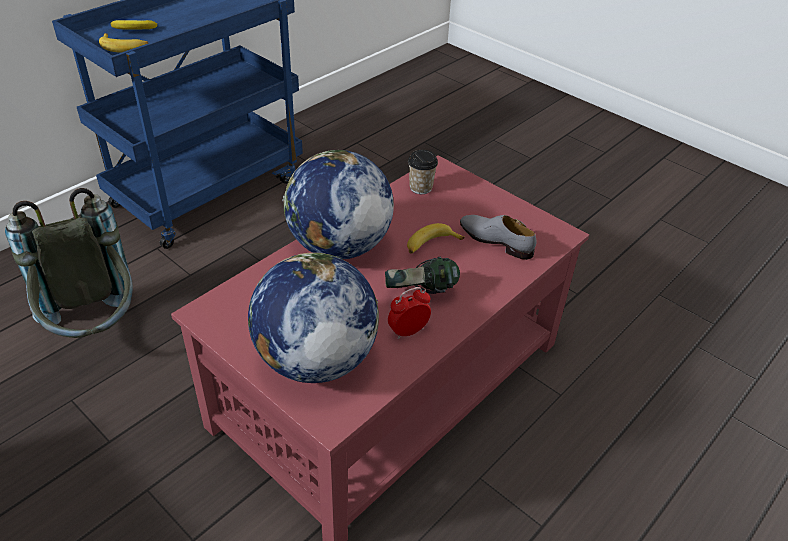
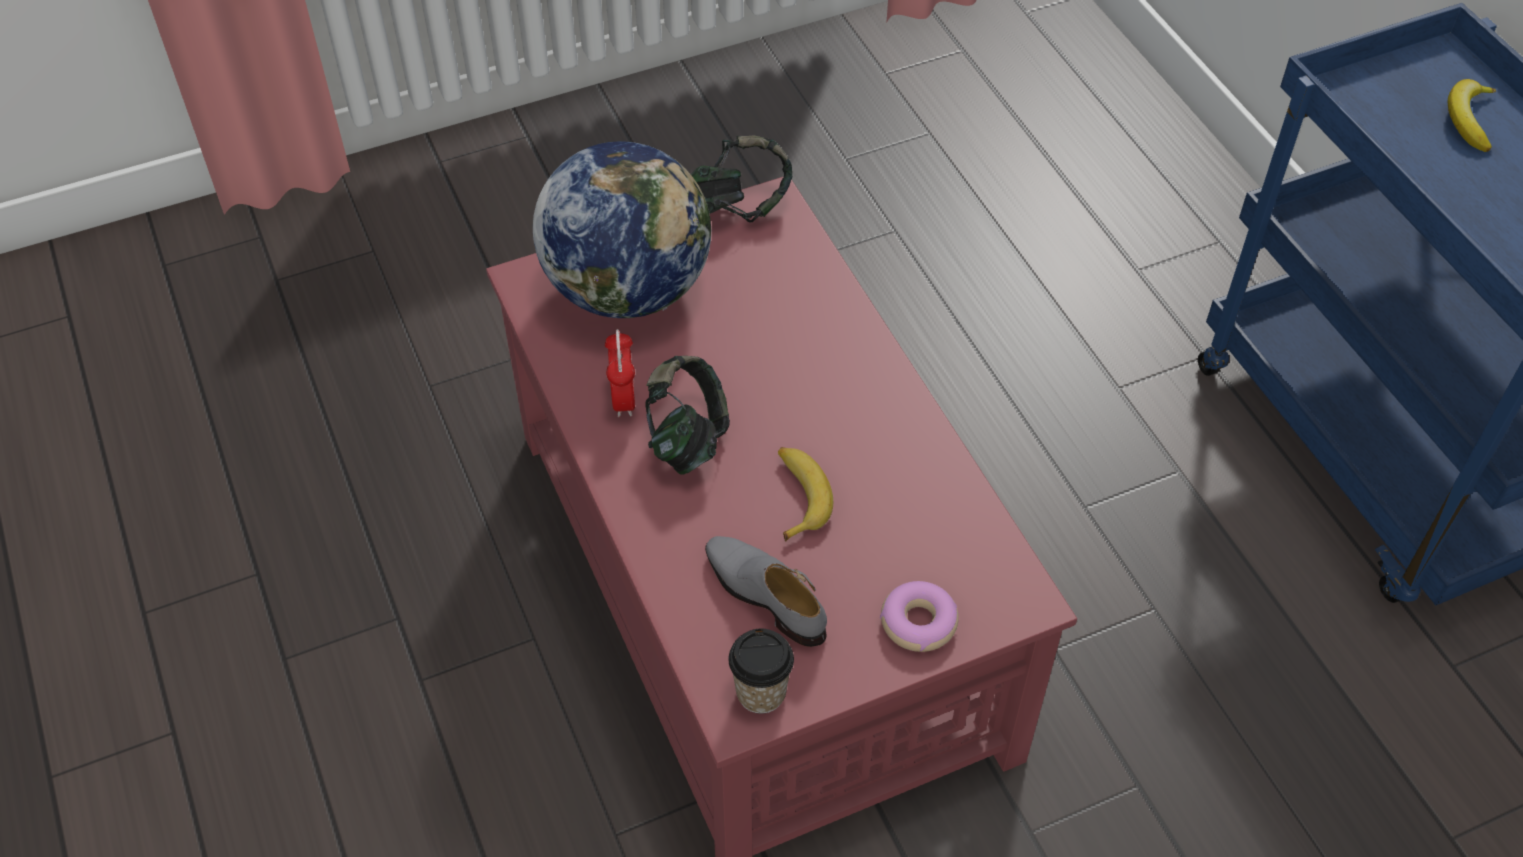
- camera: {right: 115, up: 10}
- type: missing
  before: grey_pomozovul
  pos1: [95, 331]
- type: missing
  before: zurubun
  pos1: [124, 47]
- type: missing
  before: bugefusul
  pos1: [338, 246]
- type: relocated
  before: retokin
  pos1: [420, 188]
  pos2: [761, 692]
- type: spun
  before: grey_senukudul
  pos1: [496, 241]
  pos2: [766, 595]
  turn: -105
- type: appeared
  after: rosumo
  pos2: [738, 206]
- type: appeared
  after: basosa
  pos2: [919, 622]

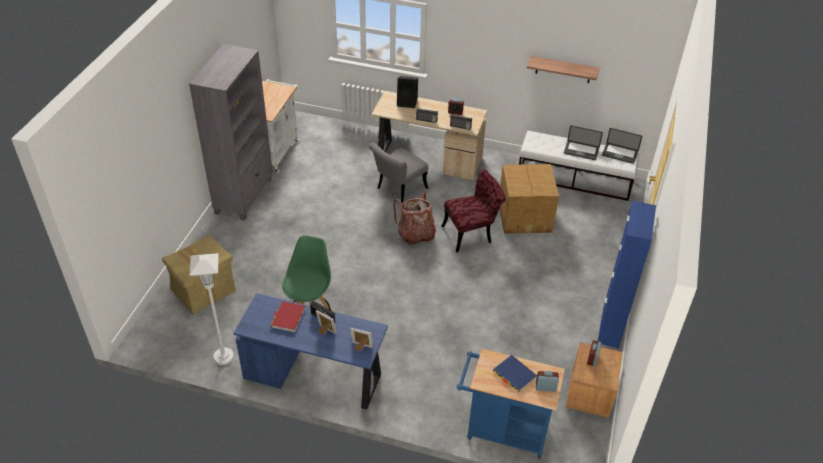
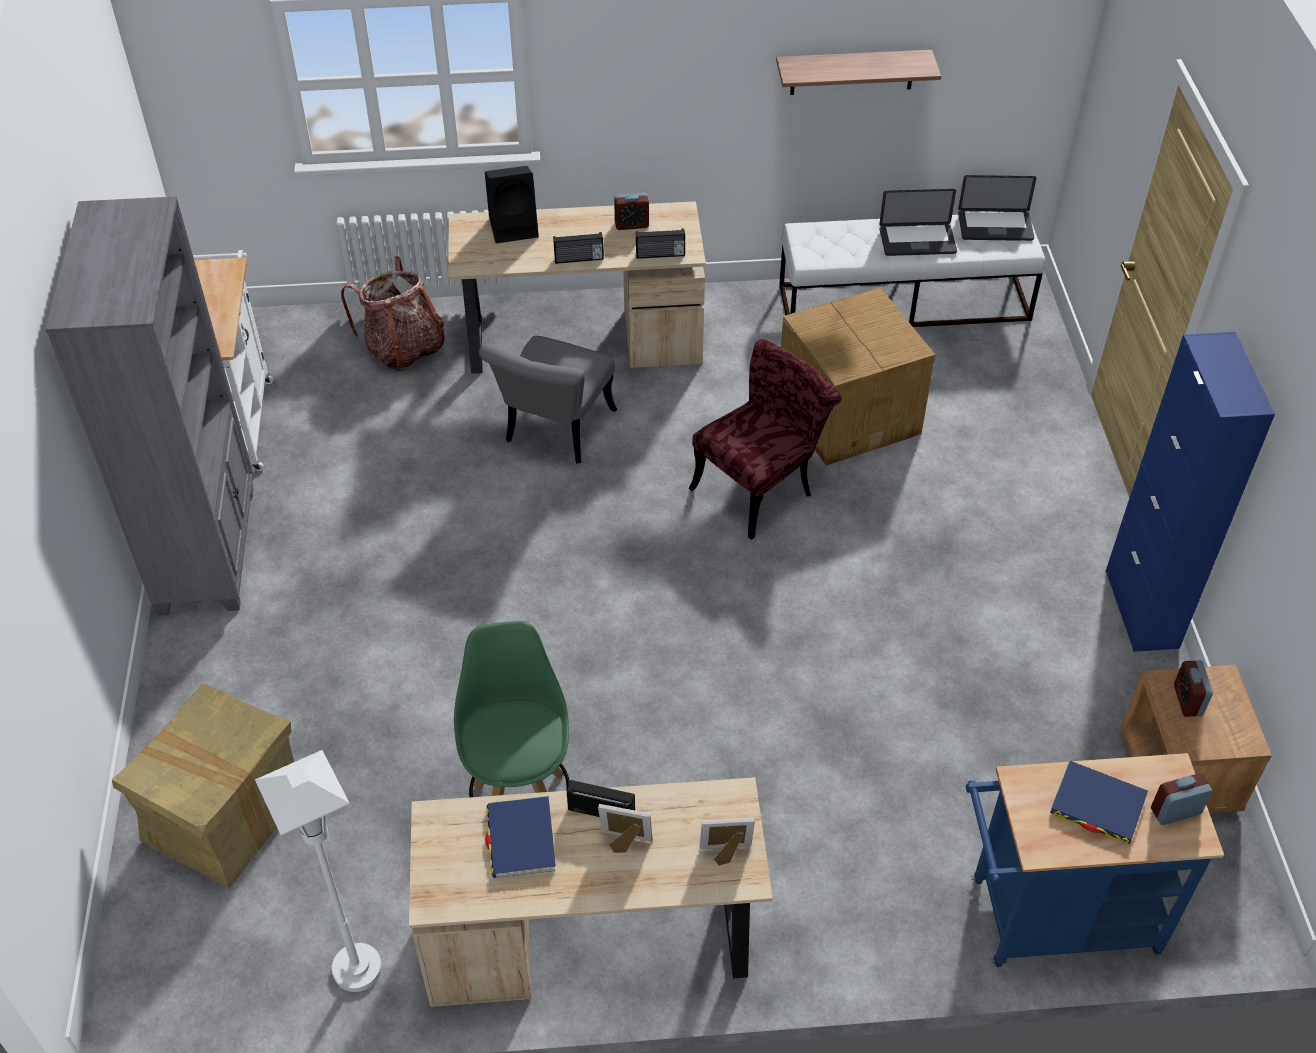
- camera: {right: -20, up: 5}
- type: colour
  before: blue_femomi
  after: beige_femomi
  pos1: [315, 376]
  pos2: [593, 939]
- type: colour
  before: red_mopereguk
  after: blue_mopereguk
  pos1: [288, 318]
  pos2: [521, 839]
- type: relocated
  before: pomozovul
  pos1: [415, 234]
  pos2: [403, 349]

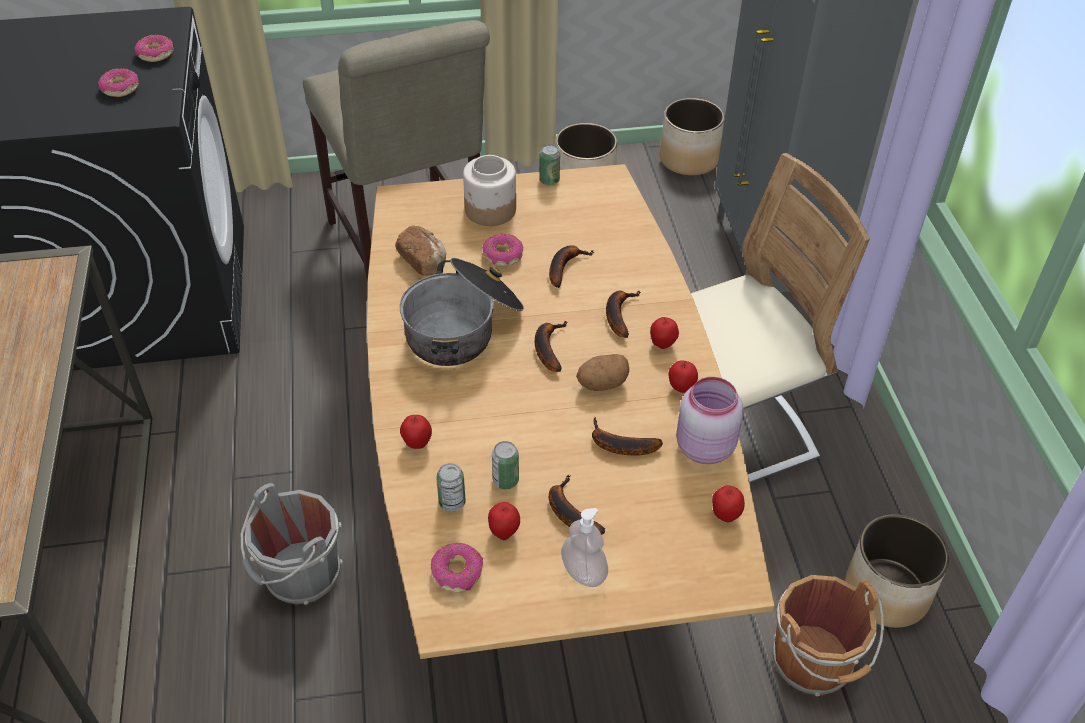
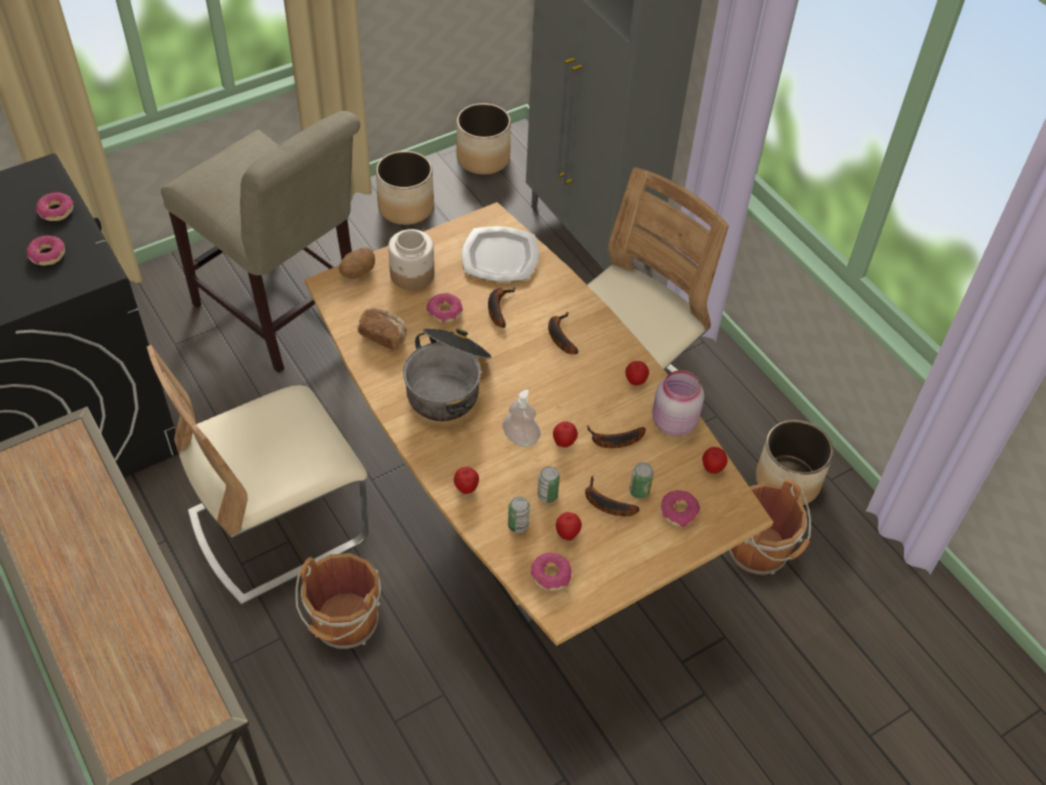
- camera: {right: -25, up: 5}
- type: colour
  before: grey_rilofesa
  after: brown_rilofesa
  pos1: [300, 576]
  pos2: [344, 624]
- type: missing
  before: zurubun
  pos1: [547, 348]
- type: relocated
  before: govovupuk
  pos1: [549, 180]
  pos2: [639, 491]
- type: relocated
  before: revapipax
  pos1: [583, 572]
  pos2: [520, 438]
- type: relocated
  before: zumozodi
  pos1: [601, 384]
  pos2: [357, 272]
- type: relocated
  before: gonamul
  pos1: [662, 345]
  pos2: [564, 443]
- type: appeared
  after: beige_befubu
  pos2: [278, 526]
- type: appeared
  after: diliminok
  pos2: [501, 257]
- type: appeared
  after: basosa
  pos2: [679, 512]

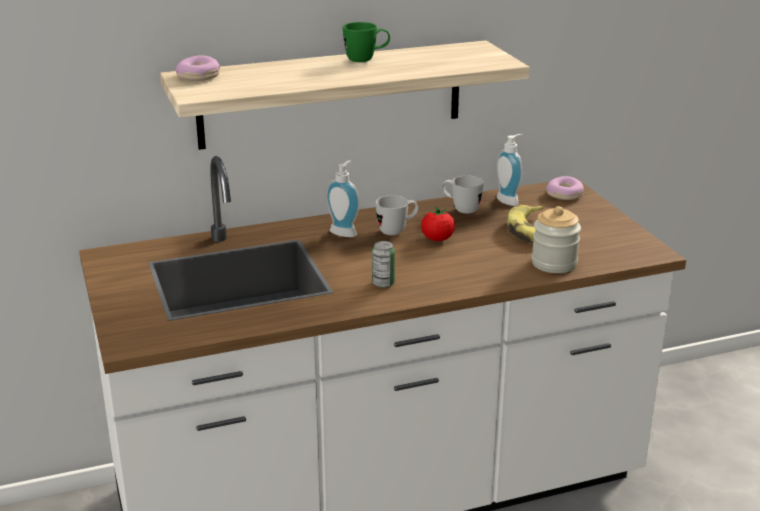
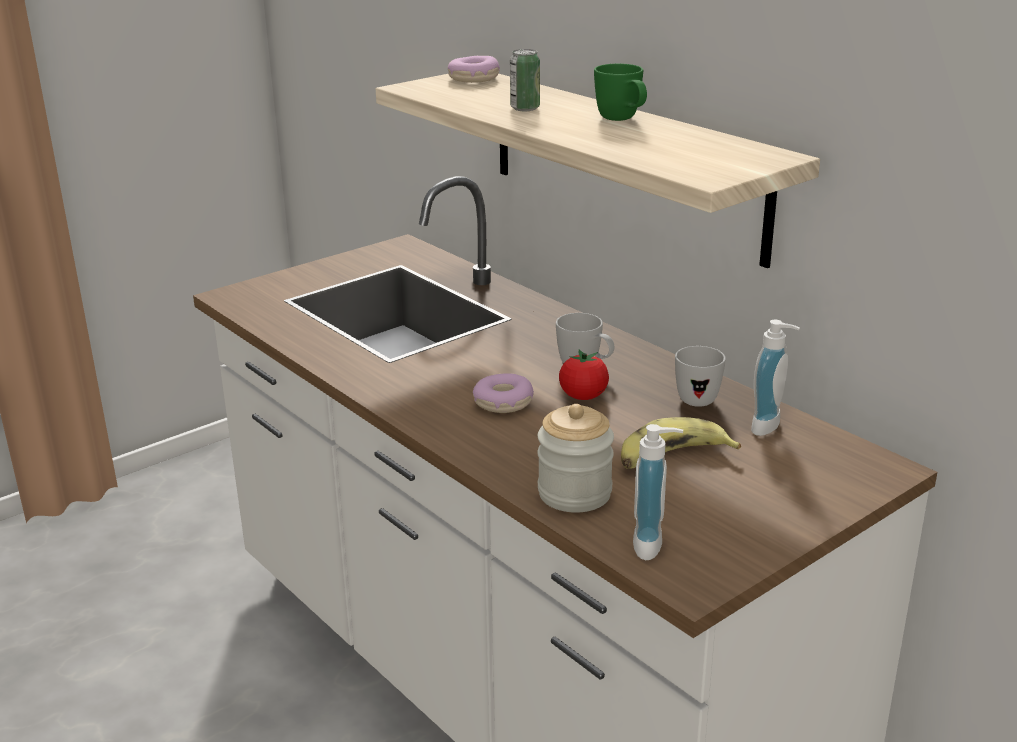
- camera: {right: 70, up: 0}
- type: relocated
  before: revapipax
  pos1: [345, 231]
  pos2: [654, 545]
- type: relocated
  before: govovupuk
  pos1: [383, 283]
  pos2: [525, 108]
- type: relocated
  before: basosa
  pos1: [565, 195]
  pos2: [503, 403]

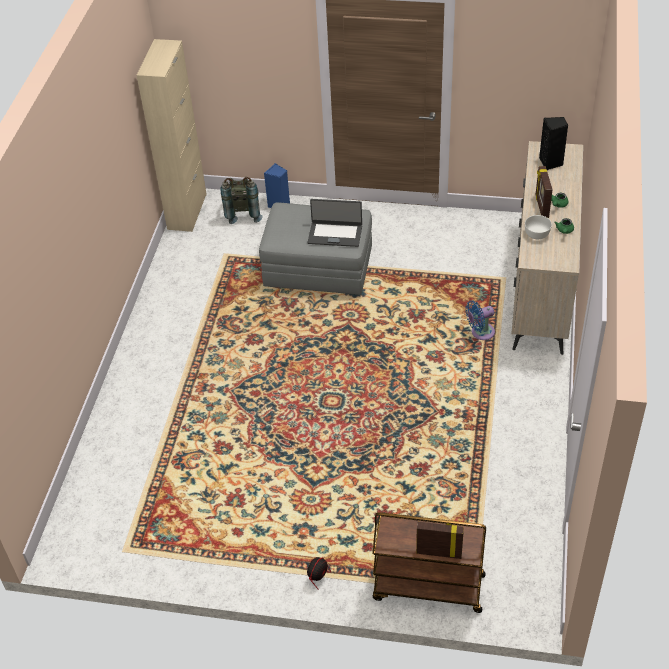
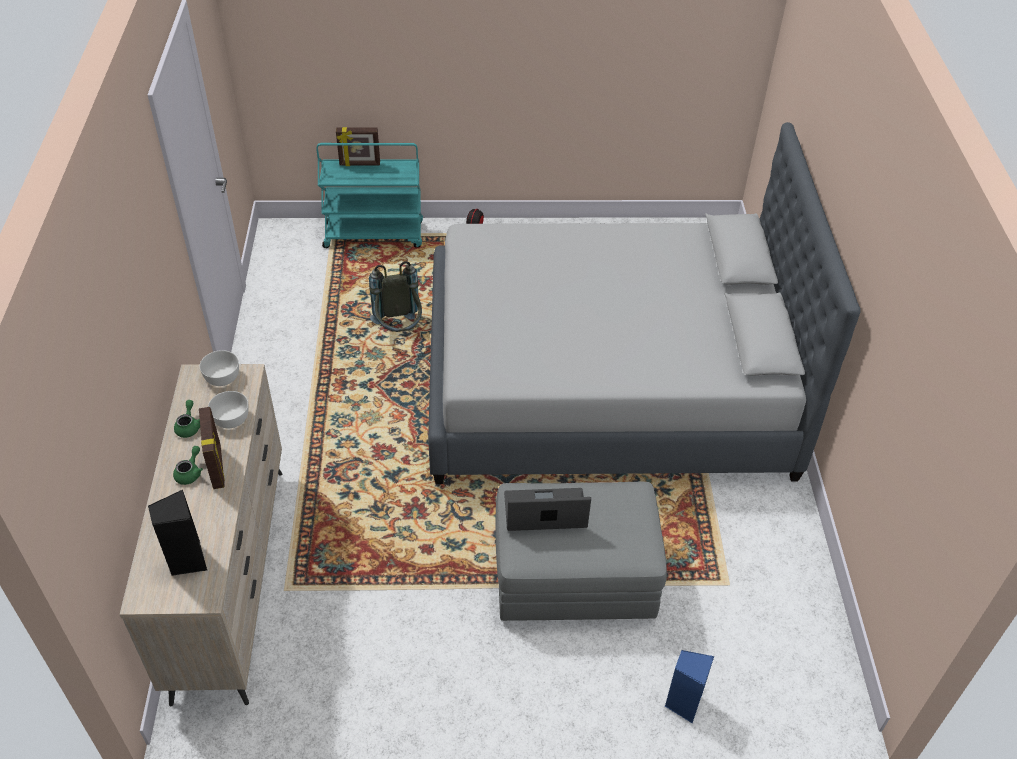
- camera: {right: 165, up: 0}
- type: missing
  before: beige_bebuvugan
  pos1: [187, 211]
- type: relocated
  before: grey_pomozovul
  pos1: [243, 212]
  pos2: [399, 330]
- type: colour
  before: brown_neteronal
  after: turquoise_neteronal
  pos1: [427, 588]
  pos2: [374, 235]
- type: missing
  before: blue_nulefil
  pos1: [480, 332]
- type: appeared
  after: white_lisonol
  pos2: [222, 377]
- type: appeared
  after: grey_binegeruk
  pos2: [606, 383]

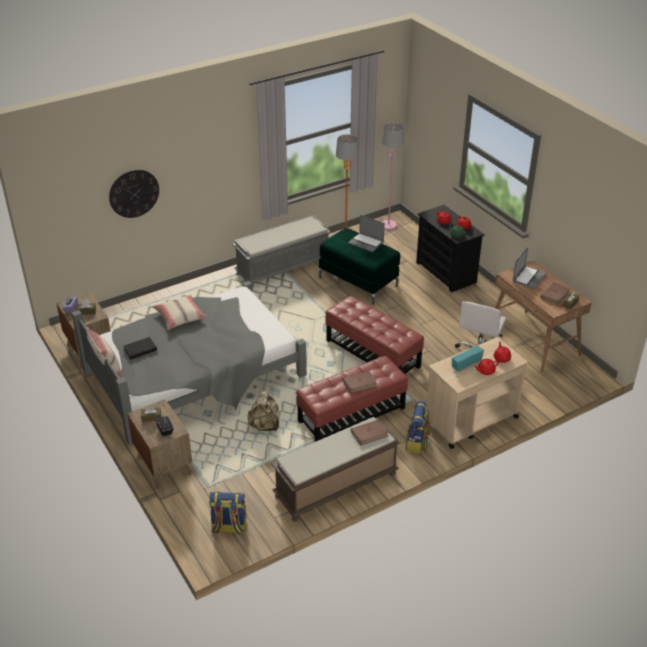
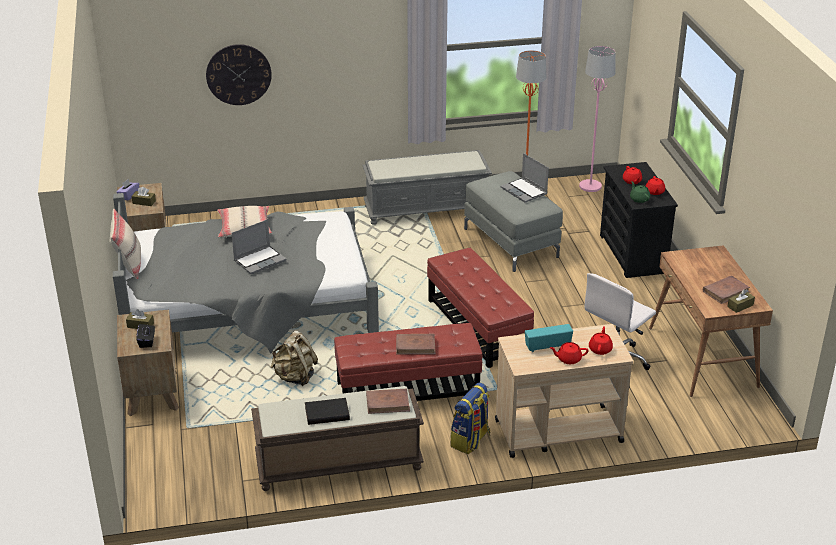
- camera: {right: 20, up: -5}
- type: relocated
  before: black_mopereguk
  pos1: [140, 349]
  pos2: [327, 413]
- type: missing
  before: pomozovul
  pos1: [229, 528]
- type: colour
  before: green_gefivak
  after: grey_gefivak
  pos1: [359, 281]
  pos2: [511, 243]
- type: relocated
  before: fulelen
  pos1: [528, 277]
  pos2: [260, 260]

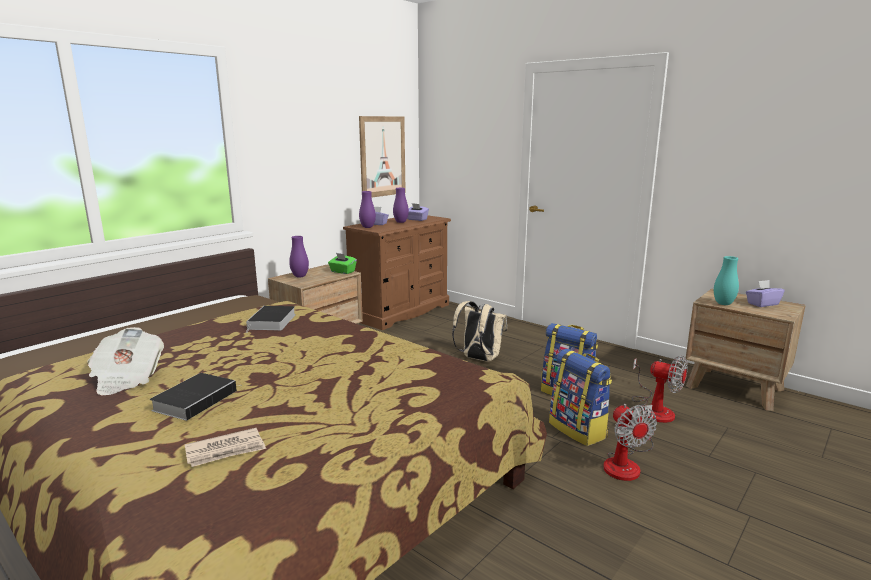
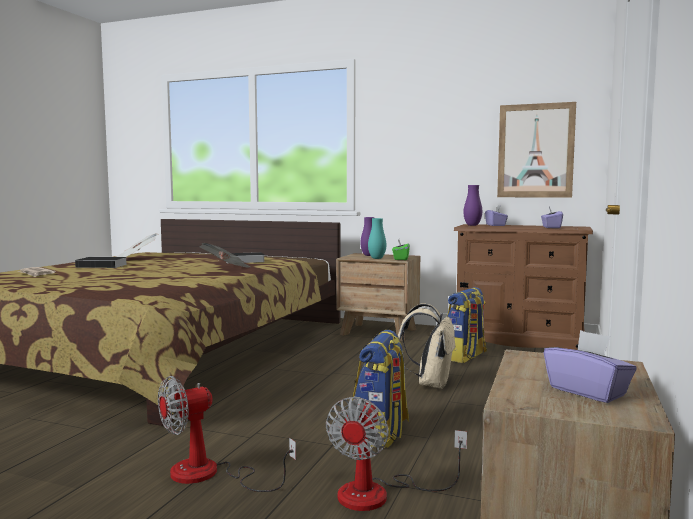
- camera: {right: 70, up: -10}
- type: missing
  before: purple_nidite
  pos1: [401, 222]
- type: relocated
  before: pomozovul
  pos1: [578, 430]
  pos2: [465, 357]
- type: relocated
  before: turquoise_nidite
  pos1: [723, 304]
  pos2: [377, 258]
- type: appeared
  after: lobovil
  pos2: [226, 269]

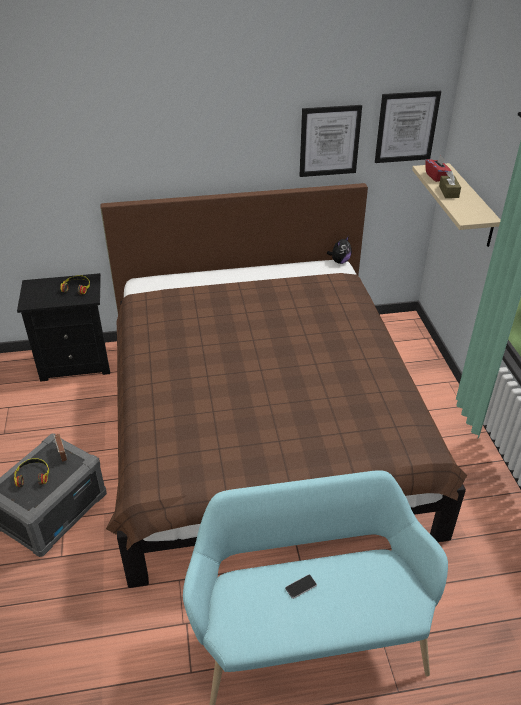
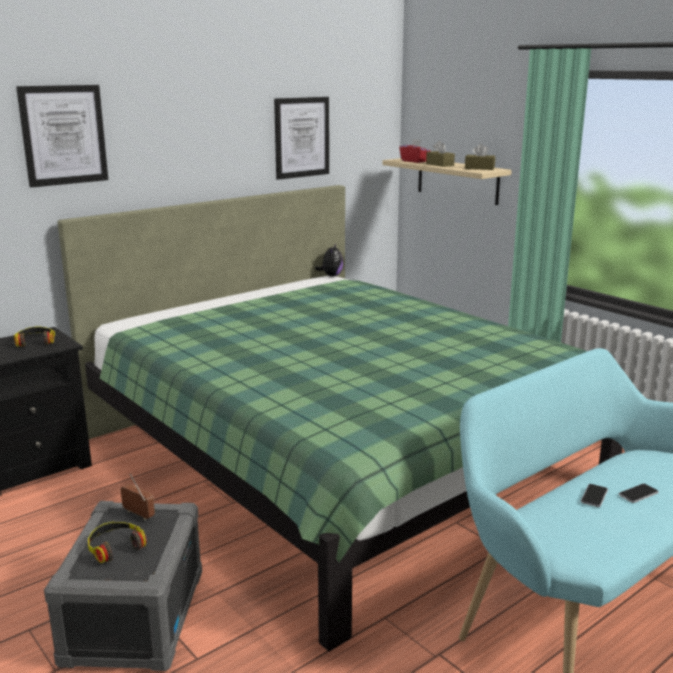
- camera: {right: -30, up: -20}
- type: colour
  before: brown_binegeruk
  after: green_binegeruk
  pos1: [261, 428]
  pos2: [336, 459]
- type: relocated
  before: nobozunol
  pos1: [406, 127]
  pos2: [63, 135]
- type: appeared
  after: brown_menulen
  pos2: [479, 168]
- type: appeared
  after: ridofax
  pos2: [638, 494]

